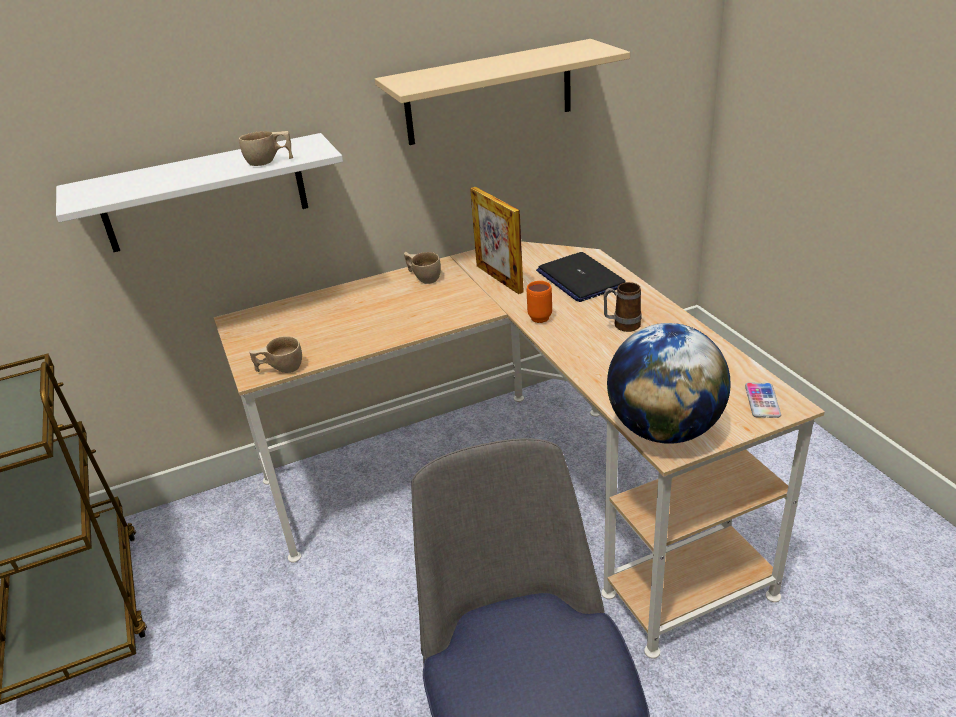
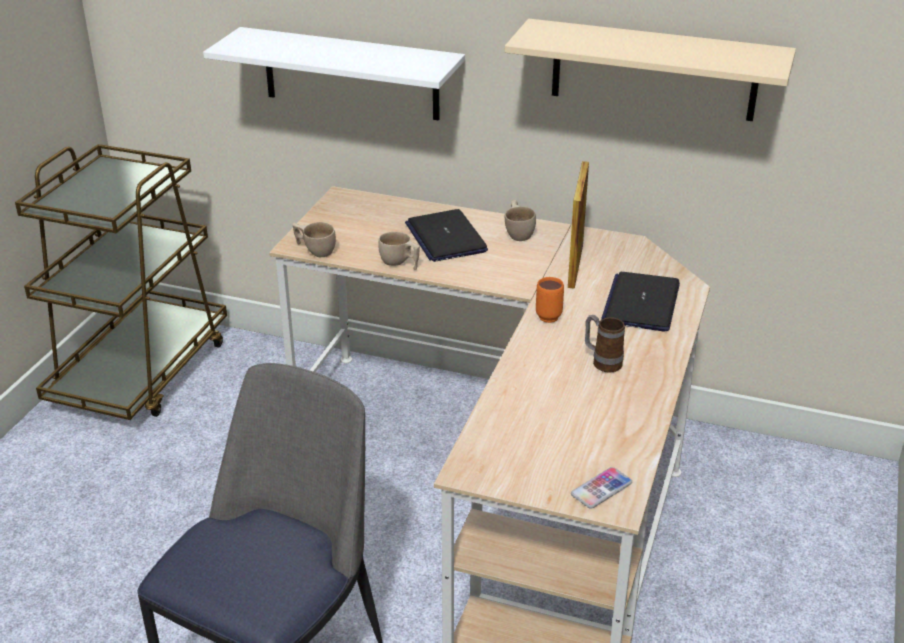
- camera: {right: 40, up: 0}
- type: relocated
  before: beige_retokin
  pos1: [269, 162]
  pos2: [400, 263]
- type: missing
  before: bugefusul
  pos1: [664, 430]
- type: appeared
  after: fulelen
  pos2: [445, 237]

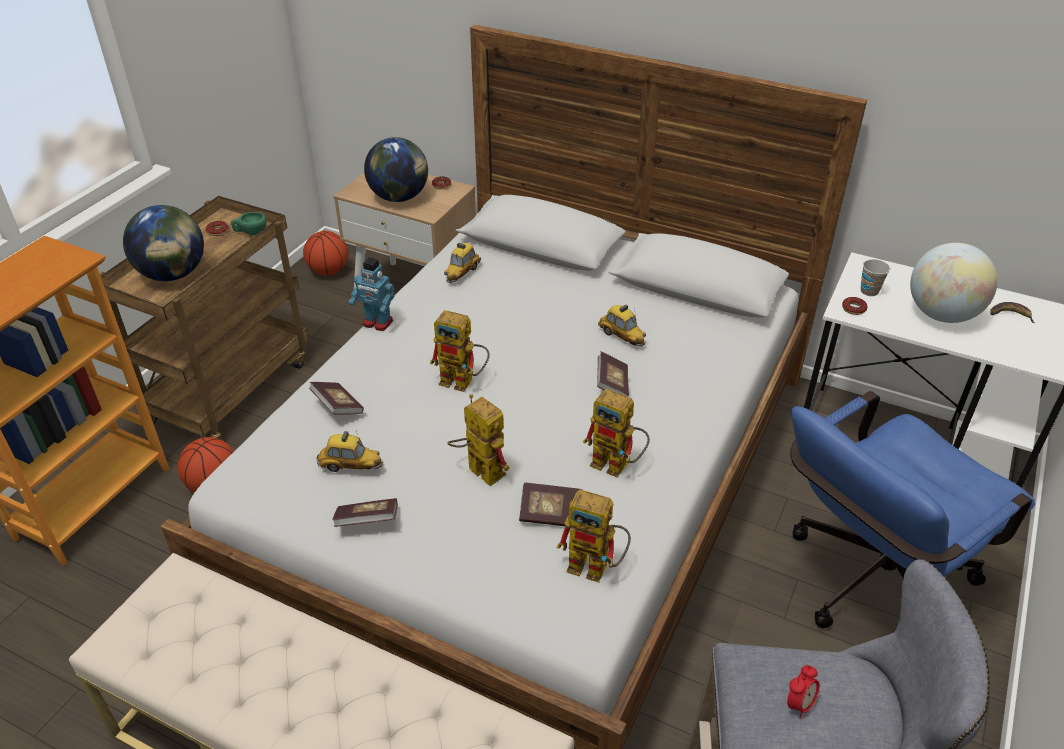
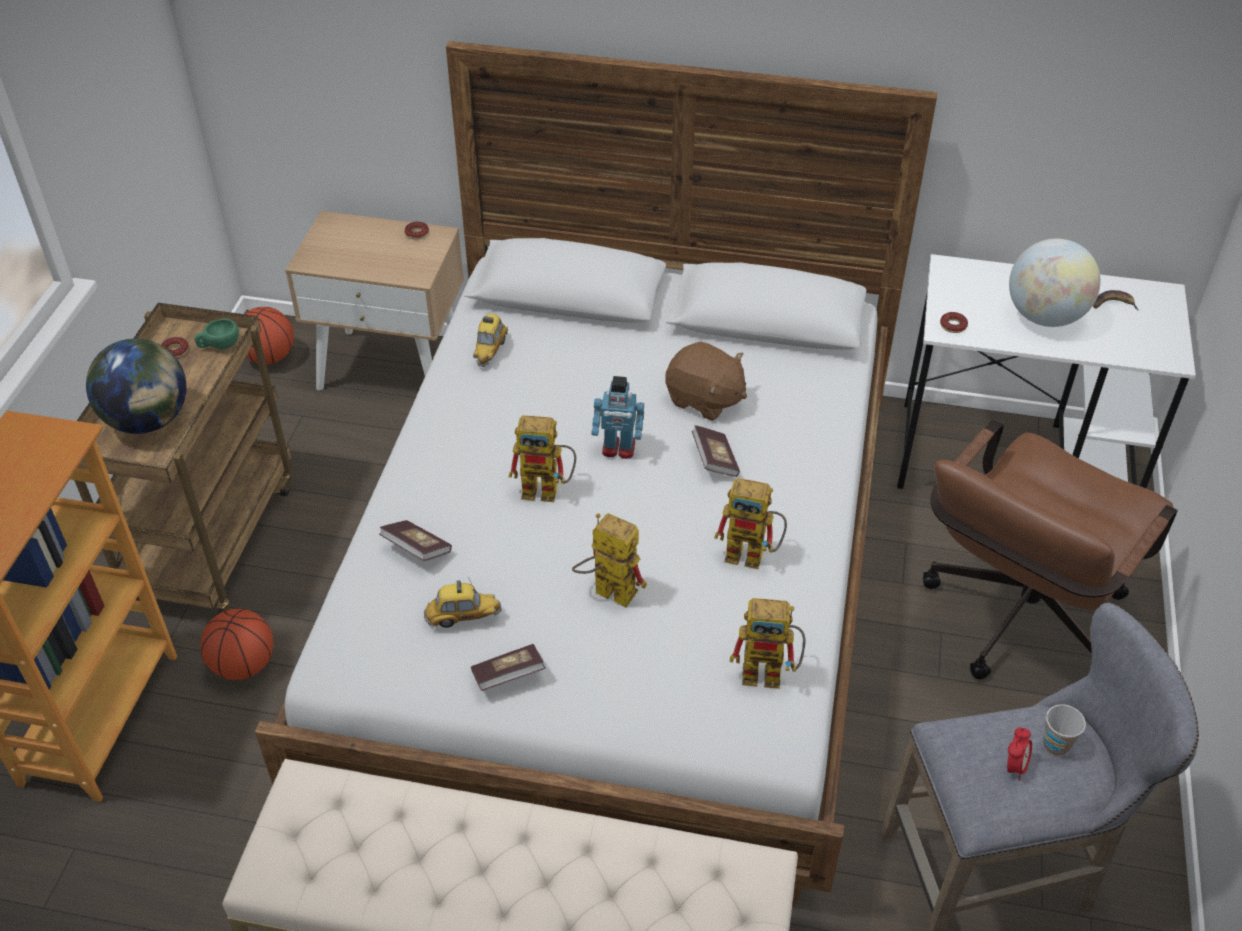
- camera: {right: -15, up: 5}
- type: relocated
  before: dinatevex
  pos1: [377, 323]
  pos2: [618, 449]
- type: missing
  before: bugefusul
  pos1: [399, 197]
- type: missing
  before: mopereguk
  pos1: [550, 514]
- type: exchanged
  before: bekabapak
  after: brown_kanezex
  pos1: [621, 336]
  pos2: [704, 399]
- type: colour
  before: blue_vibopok
  after: brown_vibopok
  pos1: [868, 587]
  pos2: [1015, 625]
- type: relocated
  before: retokin
  pos1: [869, 291]
  pos2: [1055, 745]

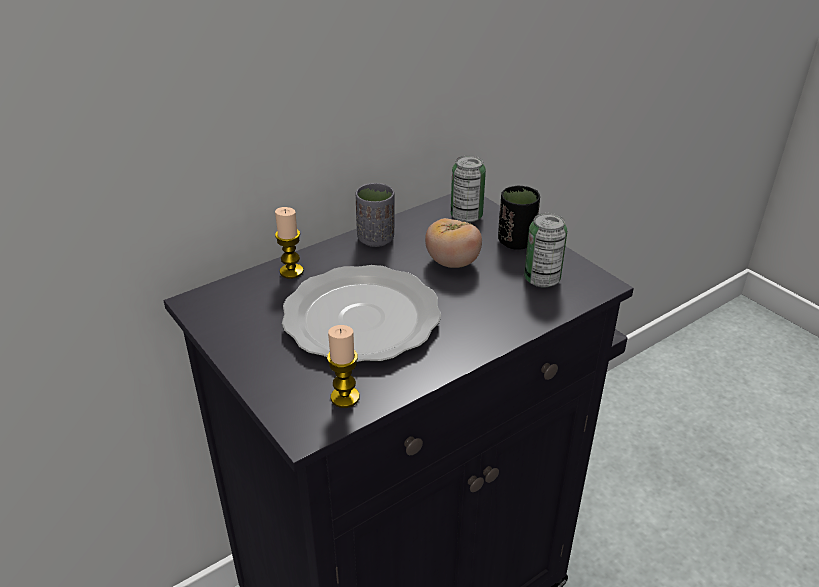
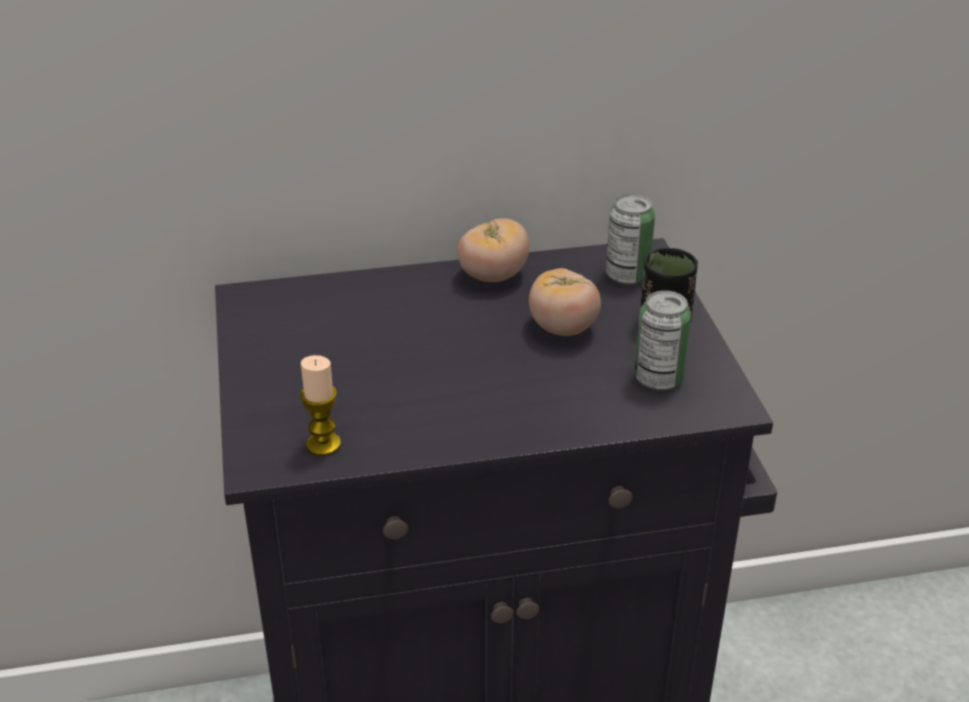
- camera: {right: 25, up: 0}
- type: missing
  before: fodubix
  pos1: [291, 271]
- type: missing
  before: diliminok
  pos1: [362, 316]
- type: exchanged
  before: grey_retokin
  after: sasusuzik
  pos1: [376, 239]
  pos2: [493, 276]

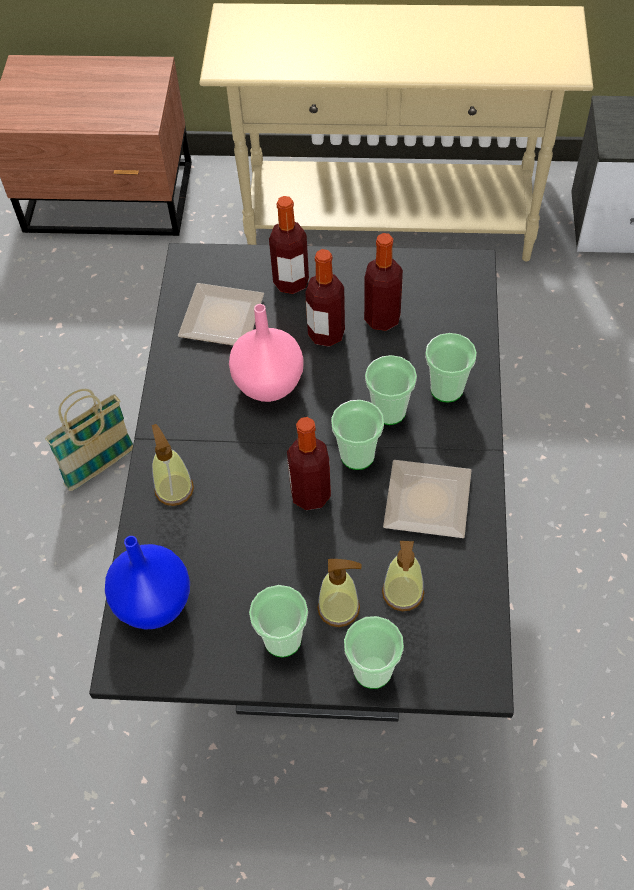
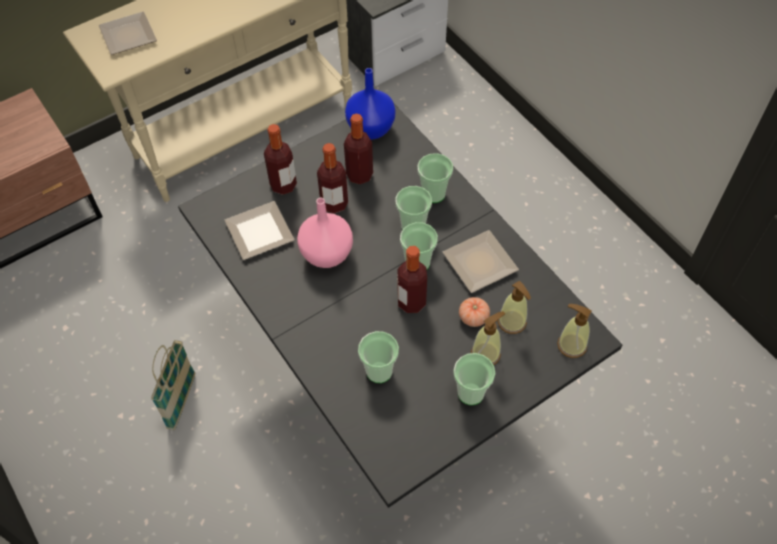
- camera: {right: -40, up: 0}
- type: relocated
  before: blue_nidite
  pos1: [154, 601]
  pos2: [370, 128]
- type: relocated
  before: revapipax
  pos1: [174, 489]
  pos2: [571, 345]
- type: relocated
  before: retokin
  pos1: [372, 670]
  pos2: [379, 371]
- type: appeared
  after: diliminok
  pos2: [129, 34]
- type: appeared
  after: sasusuzik
  pos2: [473, 317]

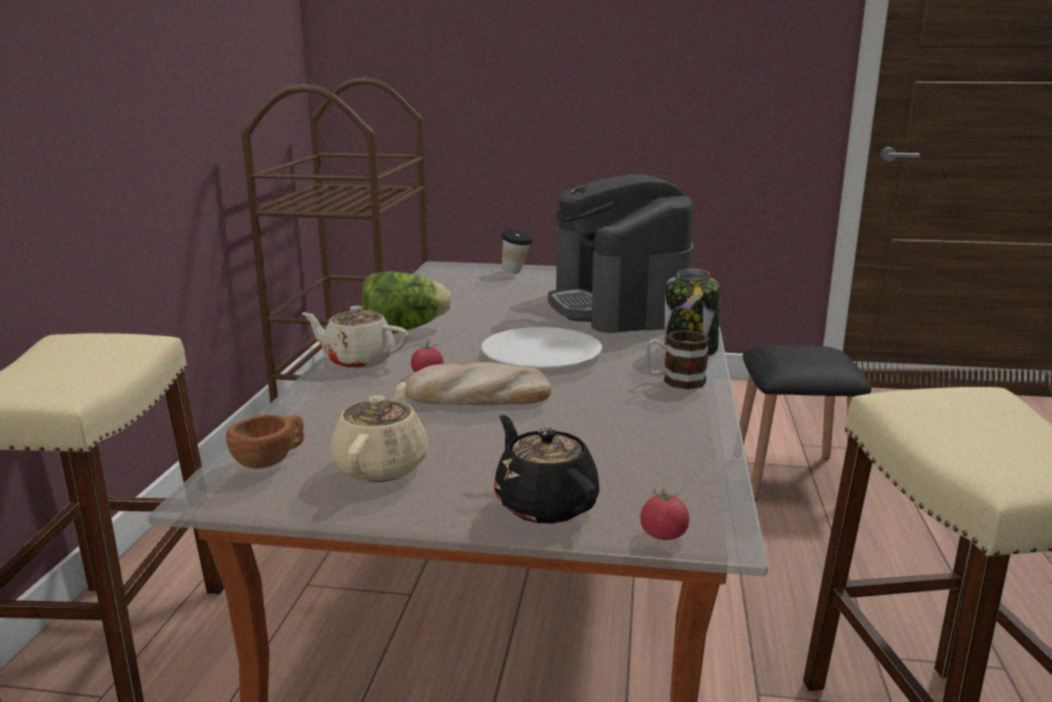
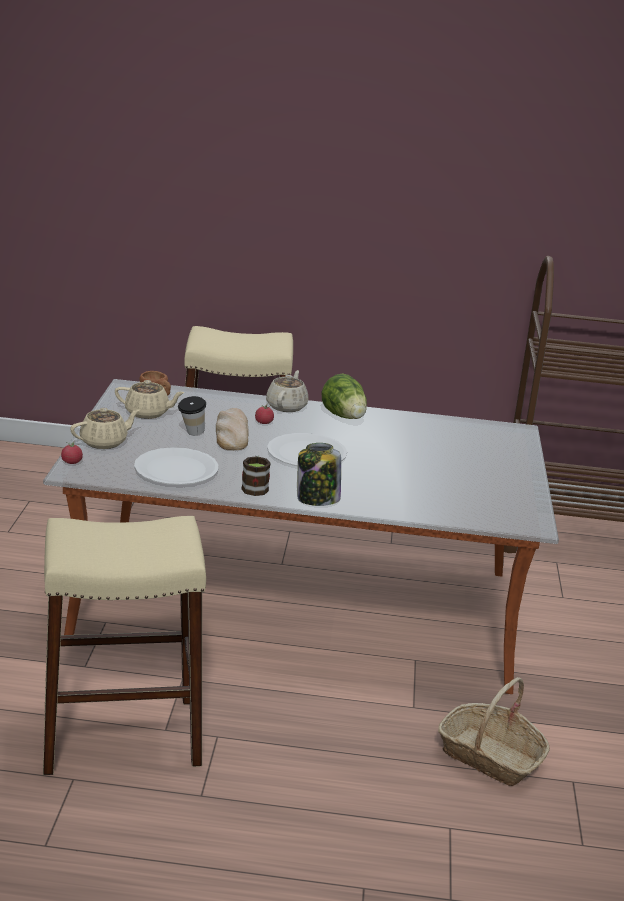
- camera: {right: 85, up: 5}
- type: colour
  before: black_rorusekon
  after: beige_rorusekon
  pos1: [544, 504]
  pos2: [104, 442]
- type: relocated
  before: retokin
  pos1: [516, 272]
  pos2: [191, 434]
- type: missing
  before: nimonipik
  pos1: [619, 307]
- type: exchanged
  before: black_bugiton
  after: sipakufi
  pos1: [791, 477]
  pos2: [490, 756]
- type: appeared
  after: white_diliminok
  pos2: [176, 469]

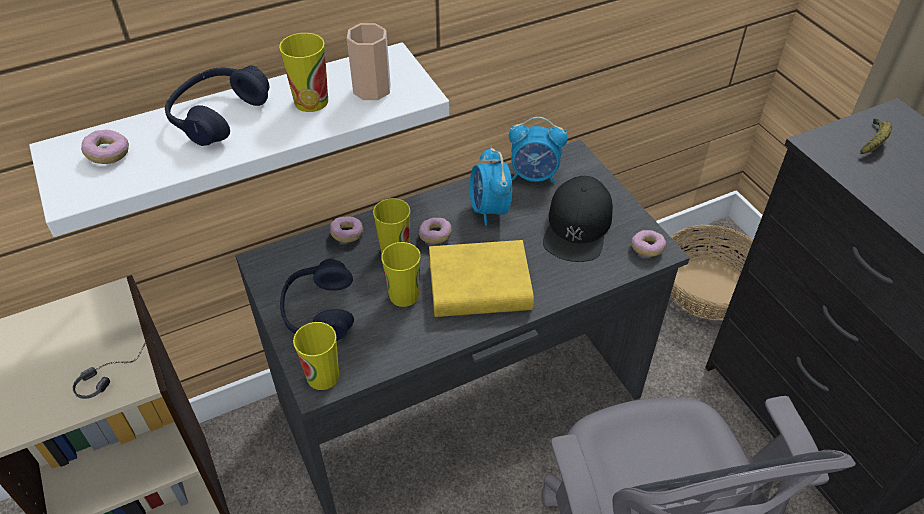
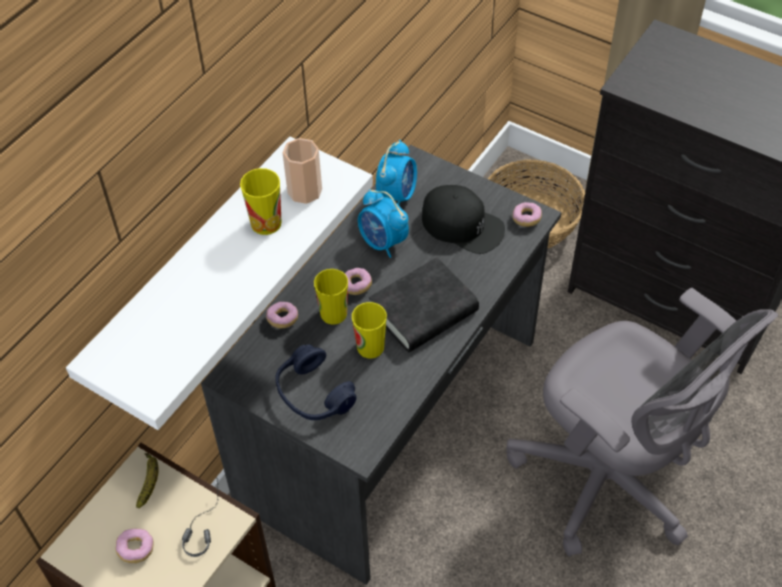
- camera: {right: -30, up: 5}
- type: relocated
  before: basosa
  pos1: [108, 154]
  pos2: [136, 549]
- type: missing
  before: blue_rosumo
  pos1: [218, 115]
- type: missing
  before: retokin
  pos1: [323, 376]
- type: colour
  before: yellow_mopereguk
  after: black_mopereguk
  pos1: [479, 286]
  pos2: [423, 311]
- type: spun
  before: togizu
  pos1: [534, 176]
  pos2: [397, 195]
  turn: -45
- type: spun
  before: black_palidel
  pos1: [577, 227]
  pos2: [462, 225]
  turn: -45
- type: relocated
  before: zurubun
  pos1: [874, 141]
  pos2: [150, 481]

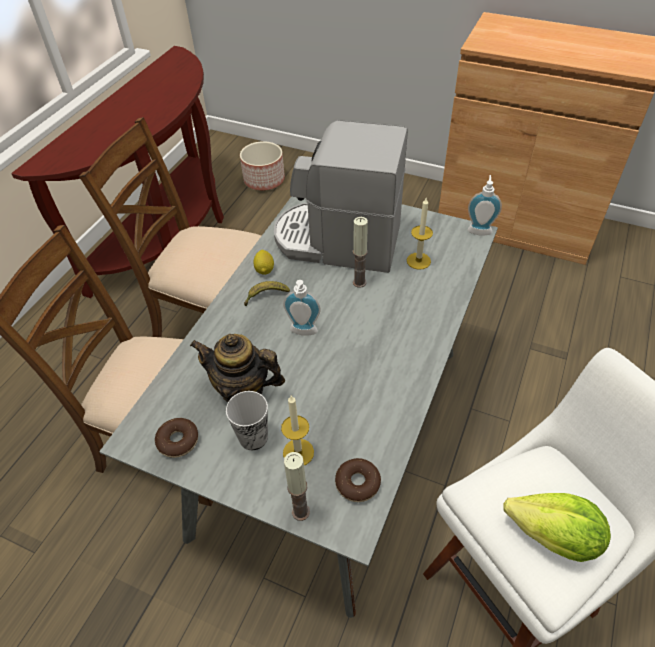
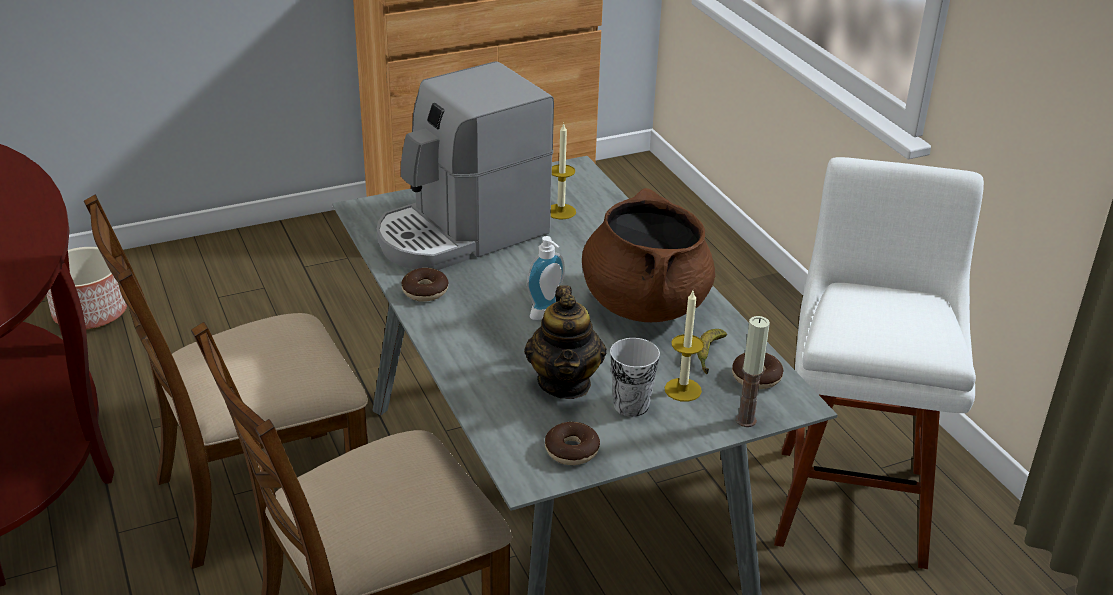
- camera: {right: -50, up: -15}
- type: spun
  before: rorusekon
  pos1: [243, 389]
  pos2: [565, 383]
  turn: -60
- type: relocated
  before: zurubun
  pos1: [265, 296]
  pos2: [708, 355]
- type: exchanged
  before: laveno
  after: basosa
  pos1: [264, 269]
  pos2: [425, 291]
- type: missing
  before: fodubix
  pos1: [359, 282]
- type: missing
  before: revapipax
  pos1: [479, 229]
- type: missing
  before: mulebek
  pos1: [553, 537]
- type: appeared
  after: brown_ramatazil
  pos2: [644, 304]

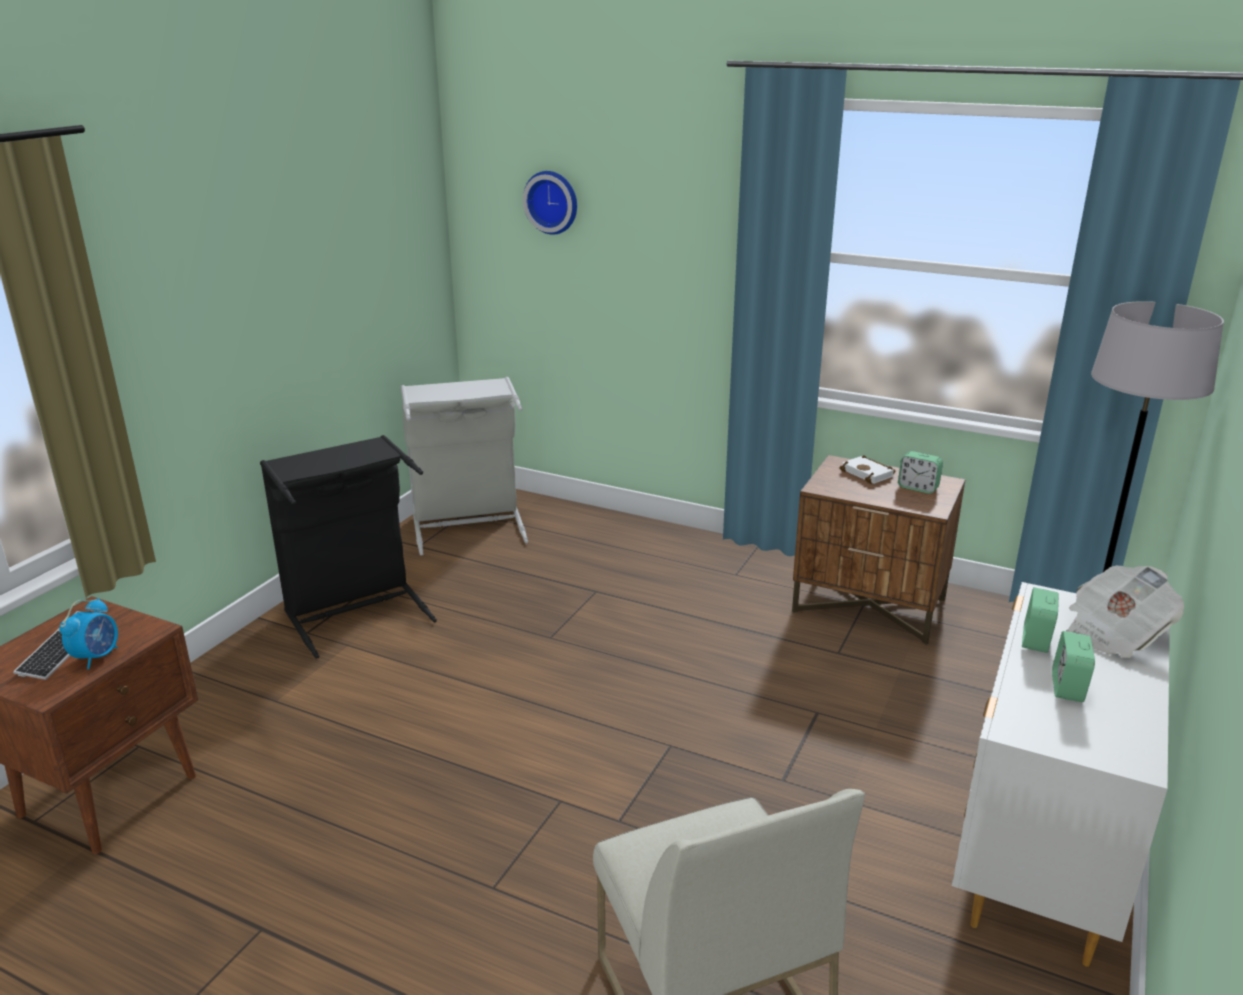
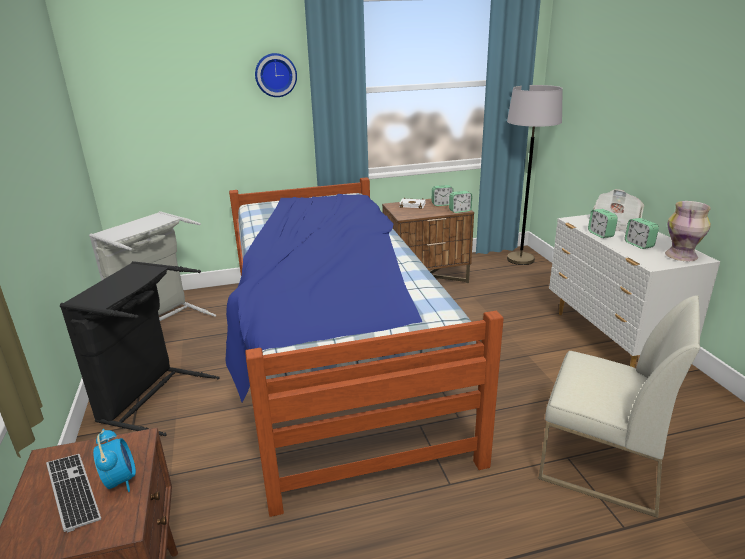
- camera: {right: -40, up: 0}
- type: relocated
  before: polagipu
  pos1: [552, 202]
  pos2: [275, 75]
- type: appeared
  after: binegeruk
  pos2: [333, 357]
- type: appeared
  after: togizu
  pos2: [460, 211]
- type: appeared
  after: nidite
  pos2: [681, 256]

